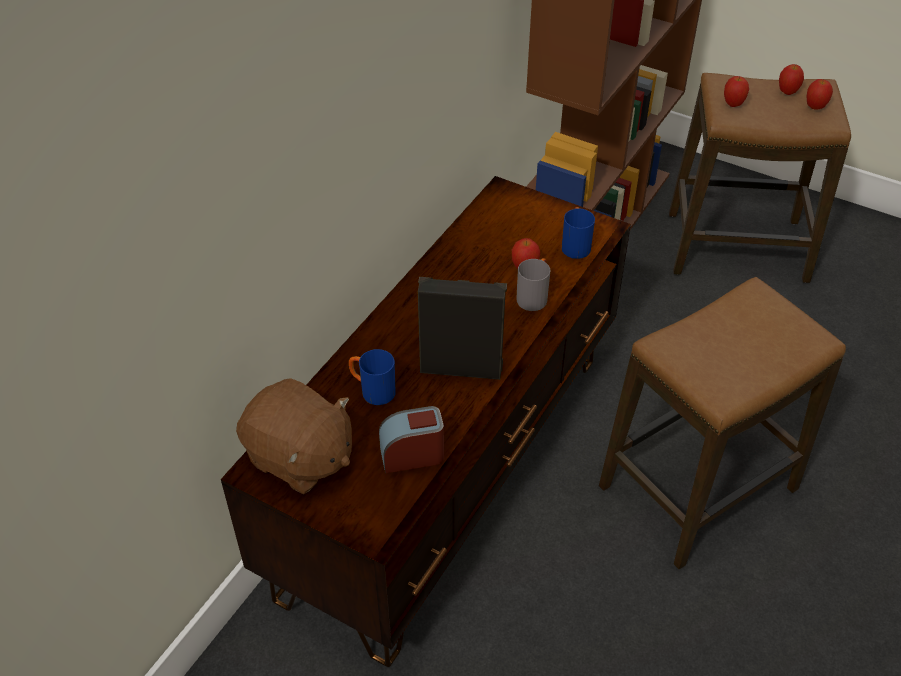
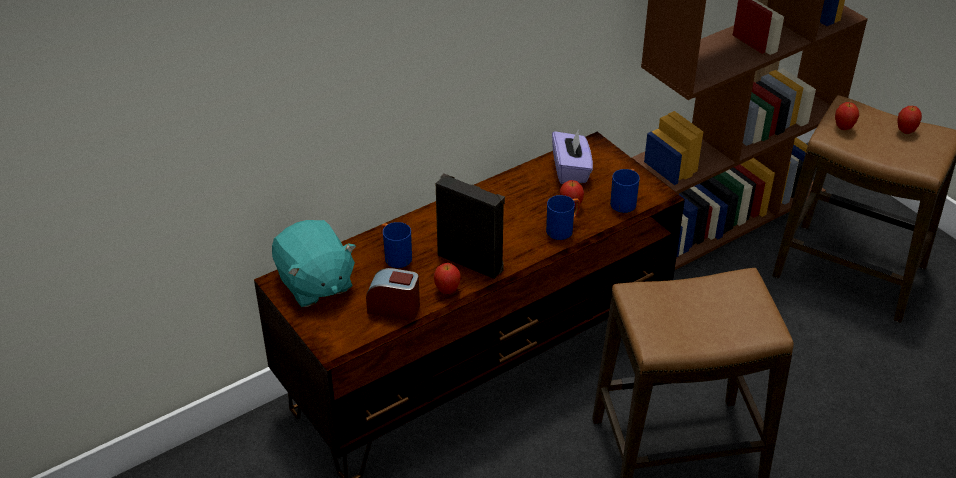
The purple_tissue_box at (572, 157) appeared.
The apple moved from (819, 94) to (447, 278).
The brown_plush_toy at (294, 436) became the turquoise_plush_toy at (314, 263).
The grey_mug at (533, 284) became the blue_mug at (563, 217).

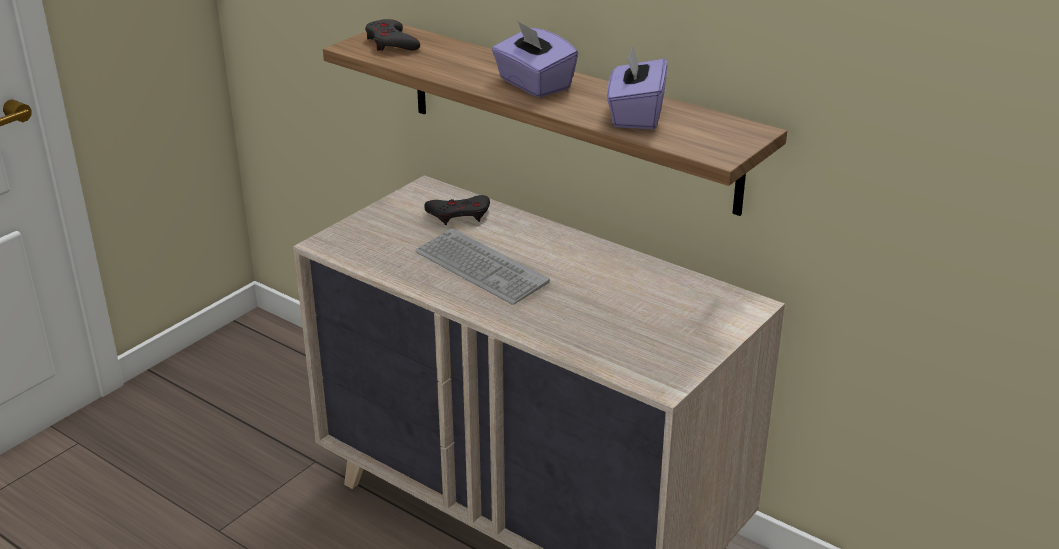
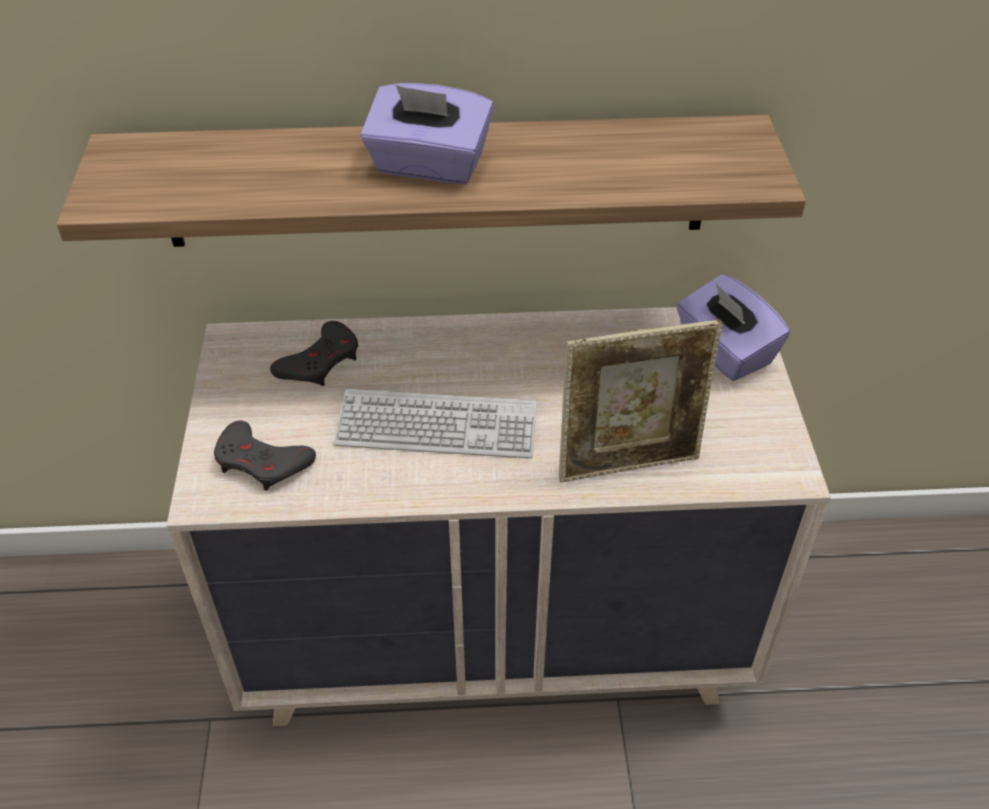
The picture_frame at (641, 401) appeared.
The grey_game_controller moved from (392, 35) to (265, 456).
The purple_tissue_box moved from (637, 88) to (733, 327).

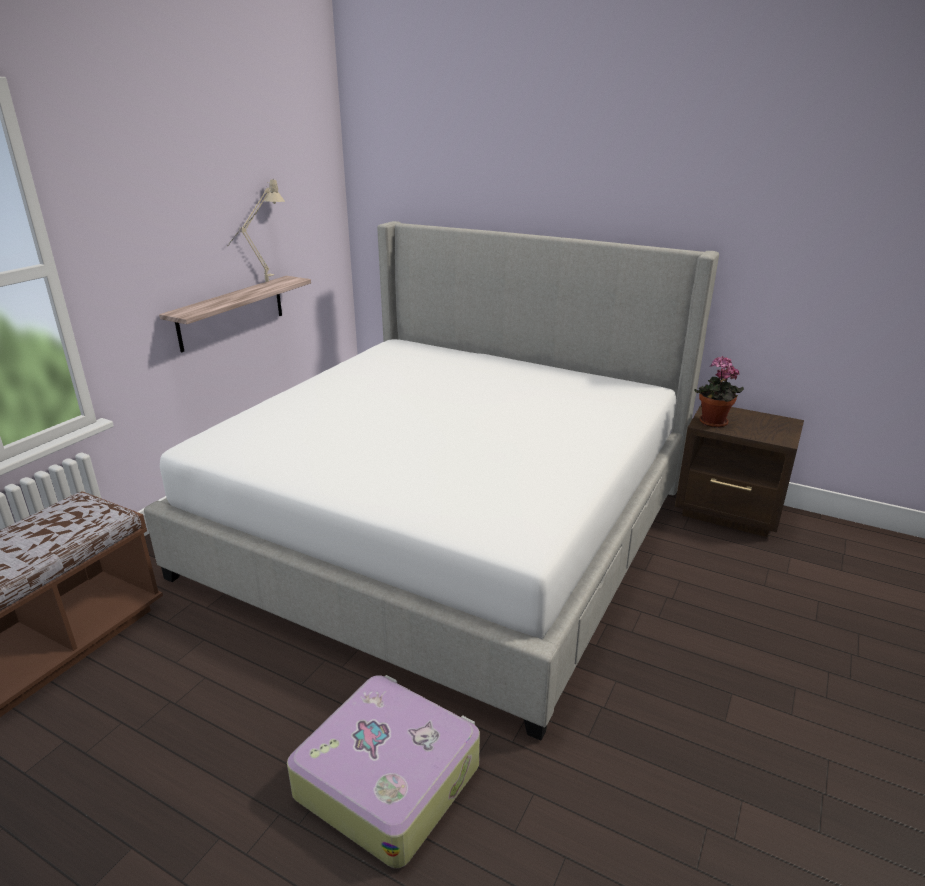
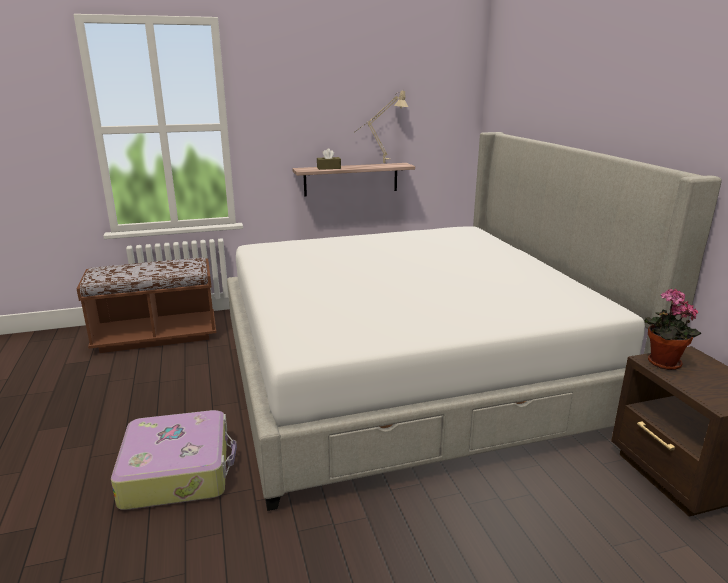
The brown_tissue_box at (329, 159) appeared.

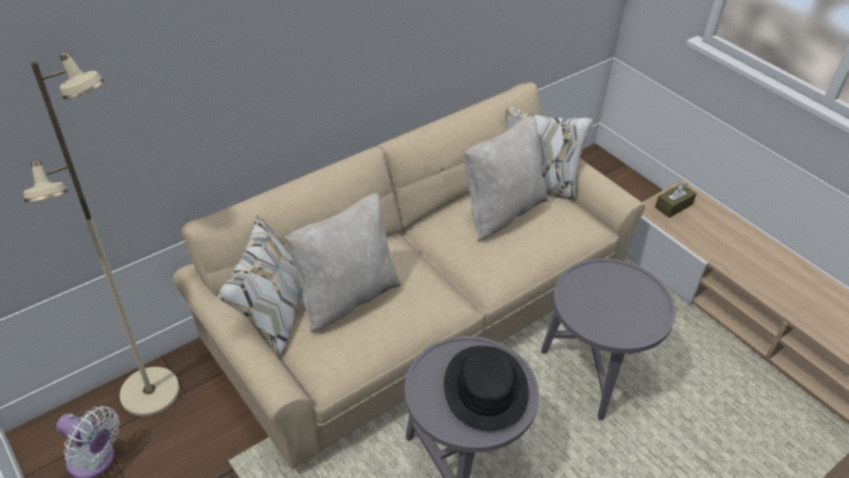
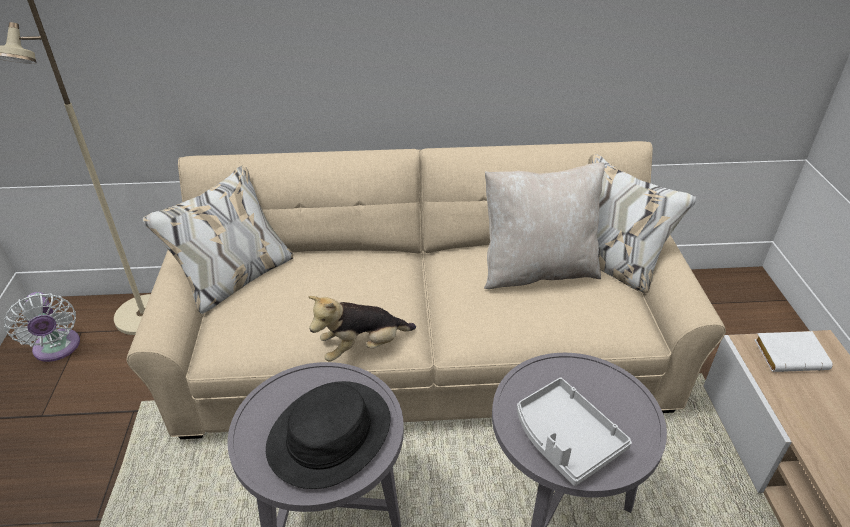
The beige_pillow at (343, 262) disappeared.
The plush_toy at (362, 329) appeared.
The grey_tray at (574, 432) appeared.
The brown_tissue_box at (676, 200) was replaced by the white_book at (793, 351).

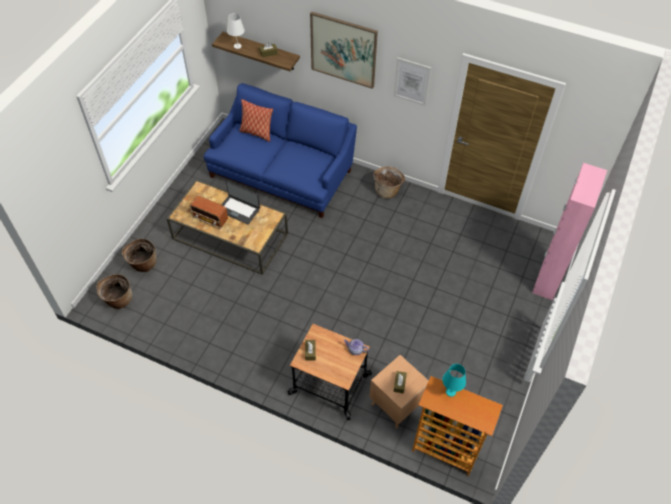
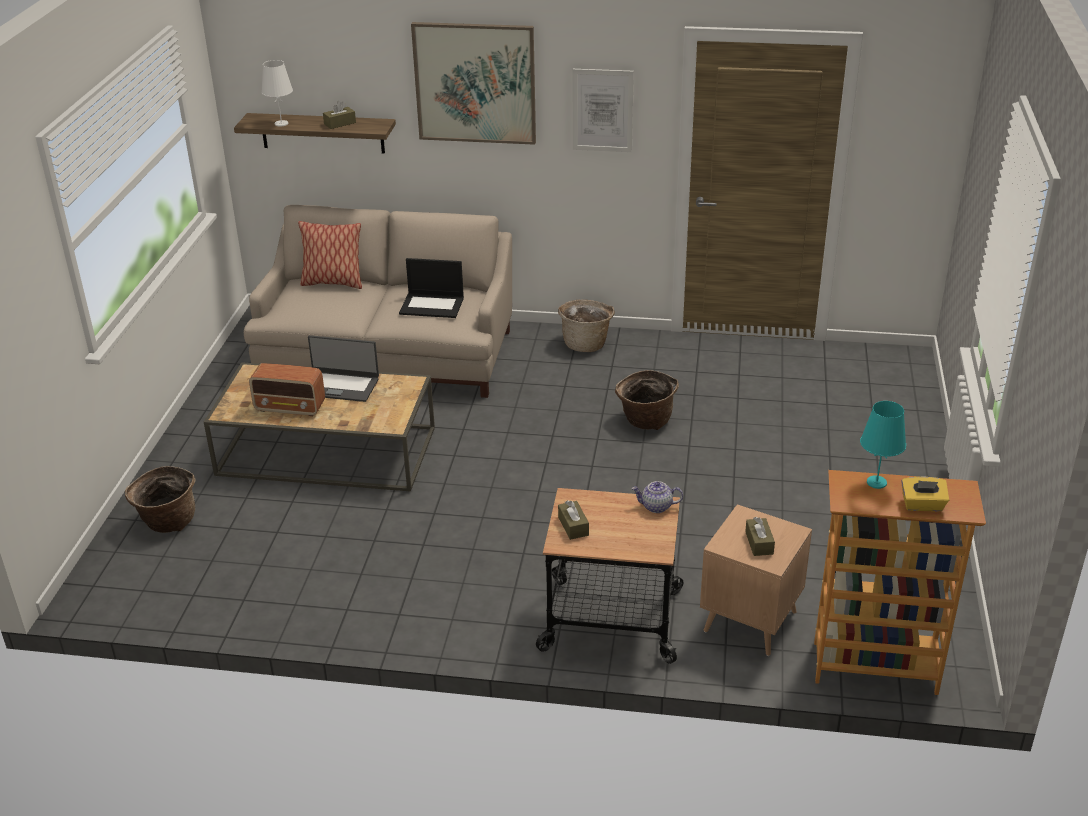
The pink_cabinet at (569, 231) disappeared.
The laptop at (431, 288) appeared.
The yellow_tissue_box at (925, 494) appeared.
The basket moved from (114, 291) to (647, 400).
The blue_sofa at (280, 150) became the beige_sofa at (378, 301).

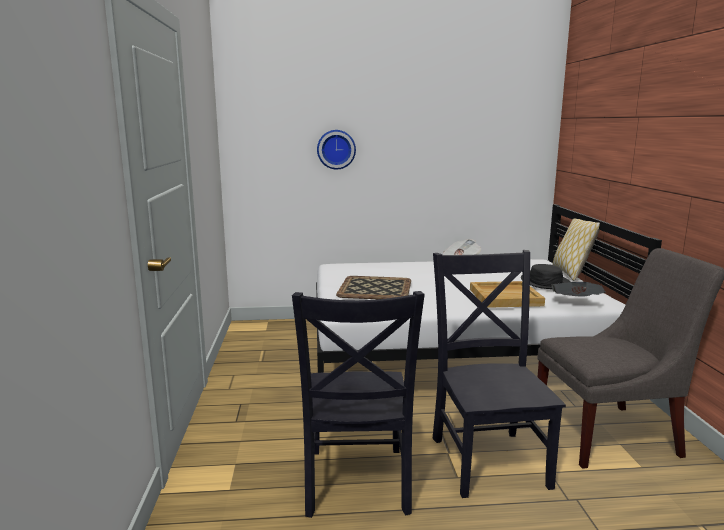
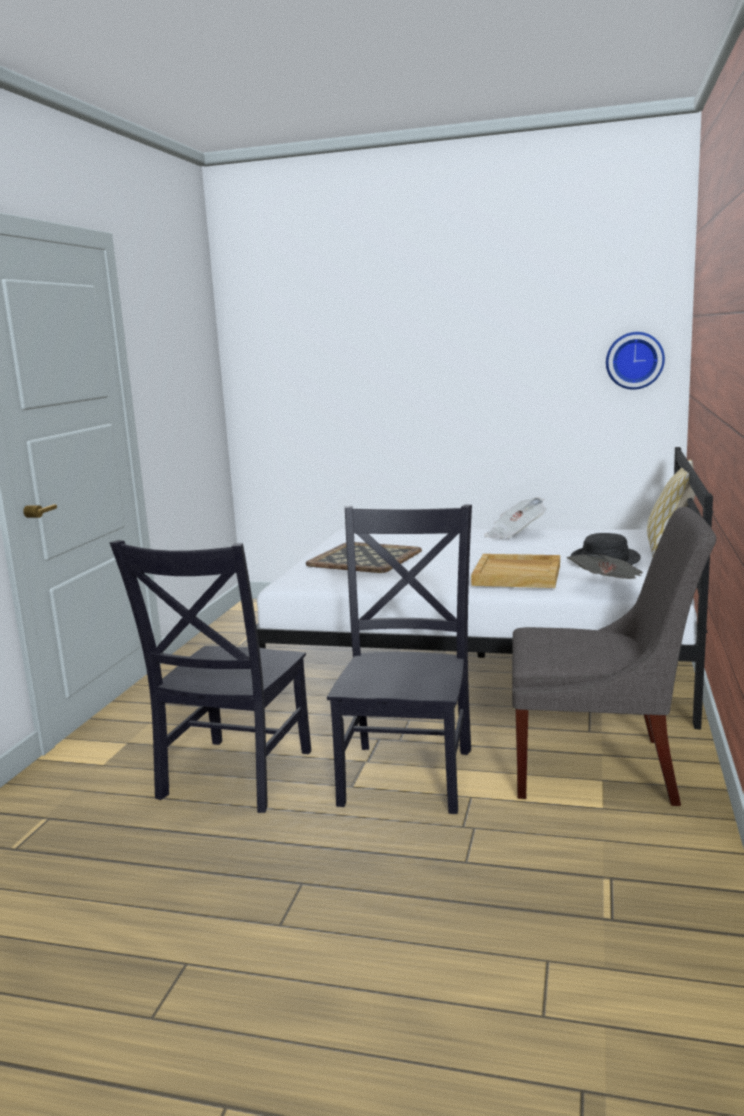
The wall_clock moved from (336, 150) to (635, 361).

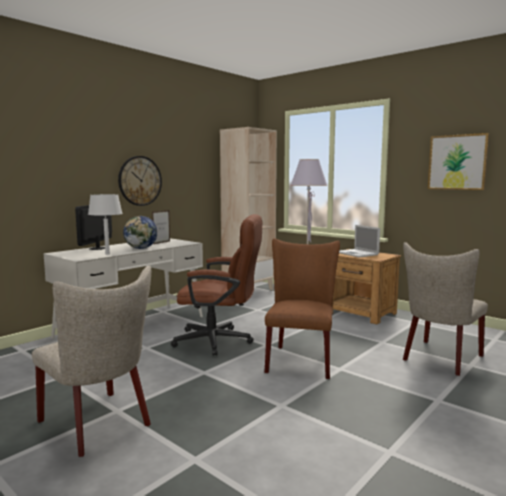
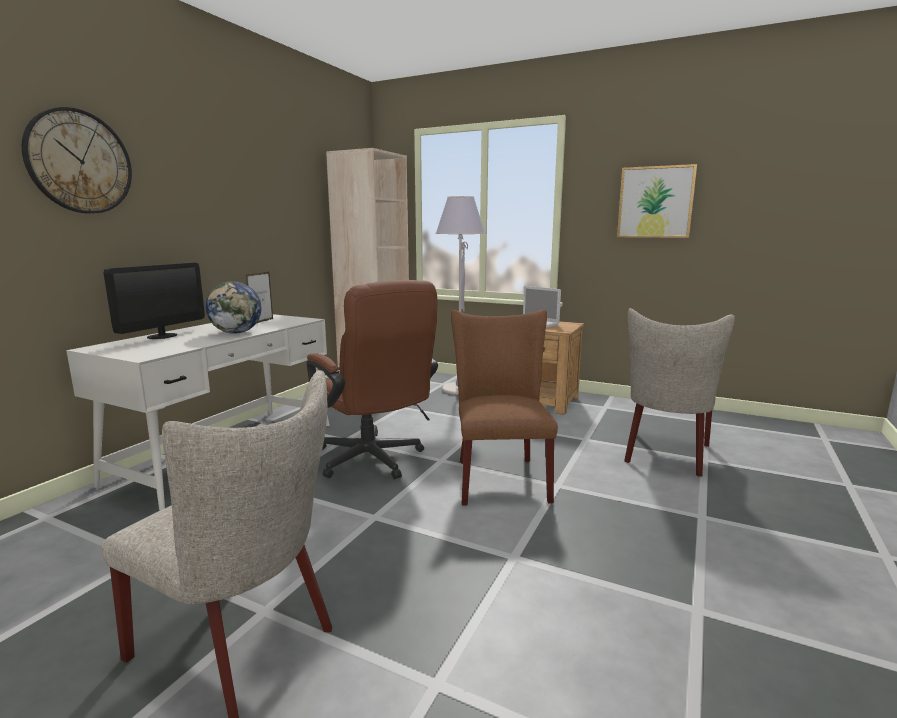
The grey_table_lamp at (105, 224) disappeared.
The wall_clock moved from (140, 181) to (77, 160).
The monitor at (93, 227) turned 150 degrees counterclockwise.
The brown_office_chair at (216, 285) turned 60 degrees clockwise.

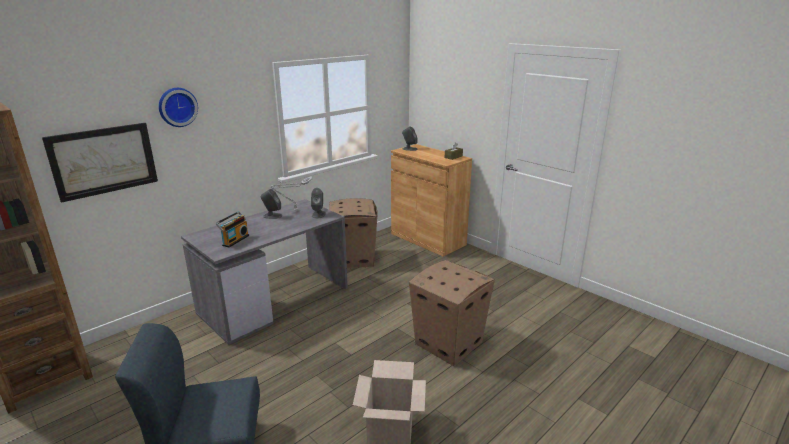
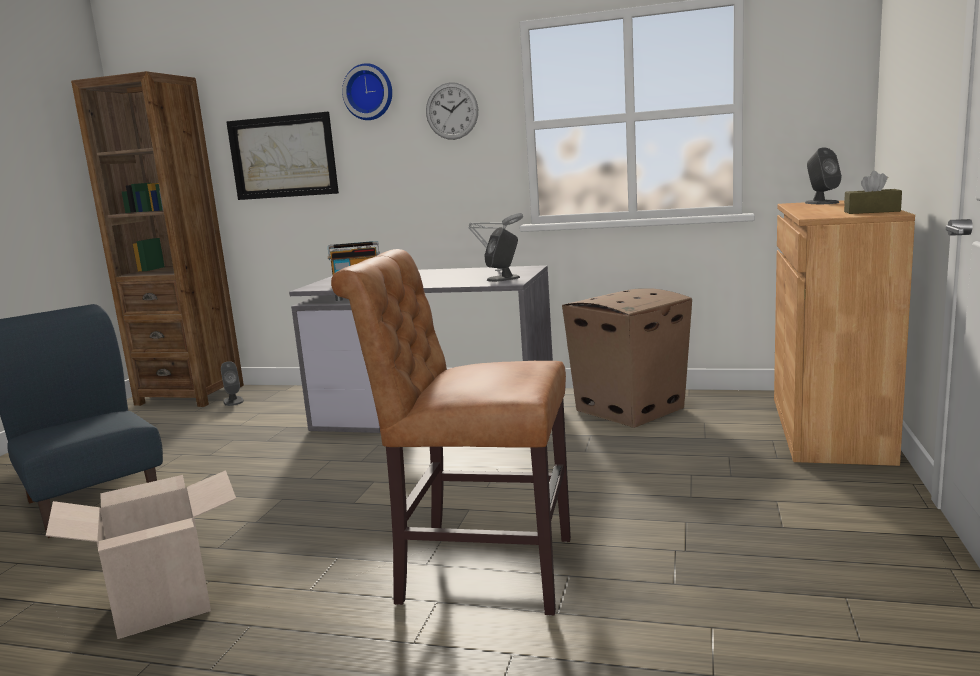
The wall_clock at (452, 111) appeared.
The grey_speaker moved from (271, 204) to (232, 383).
The cardboard_box at (452, 313) was replaced by the brown_chair at (451, 432).

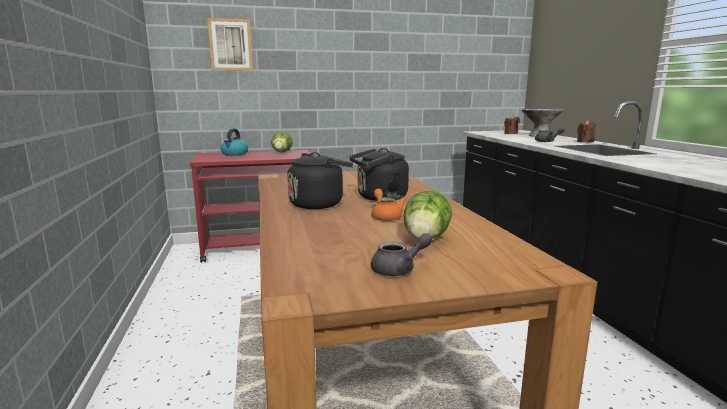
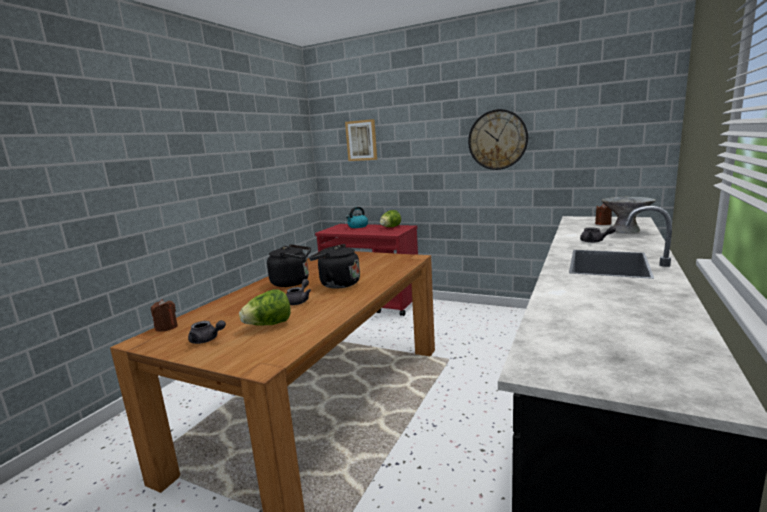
The wall_clock at (498, 139) appeared.
The brown_candle moved from (586, 131) to (164, 315).
The orange_teapot at (388, 205) became the grey_teapot at (298, 292).

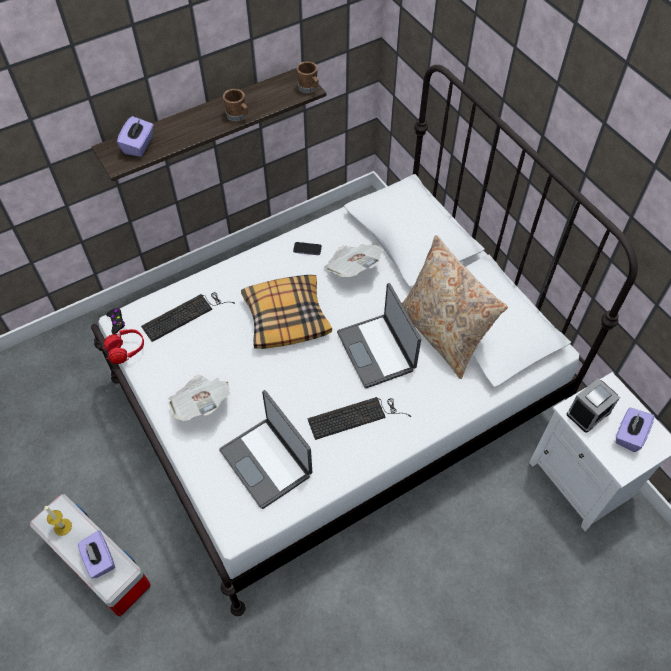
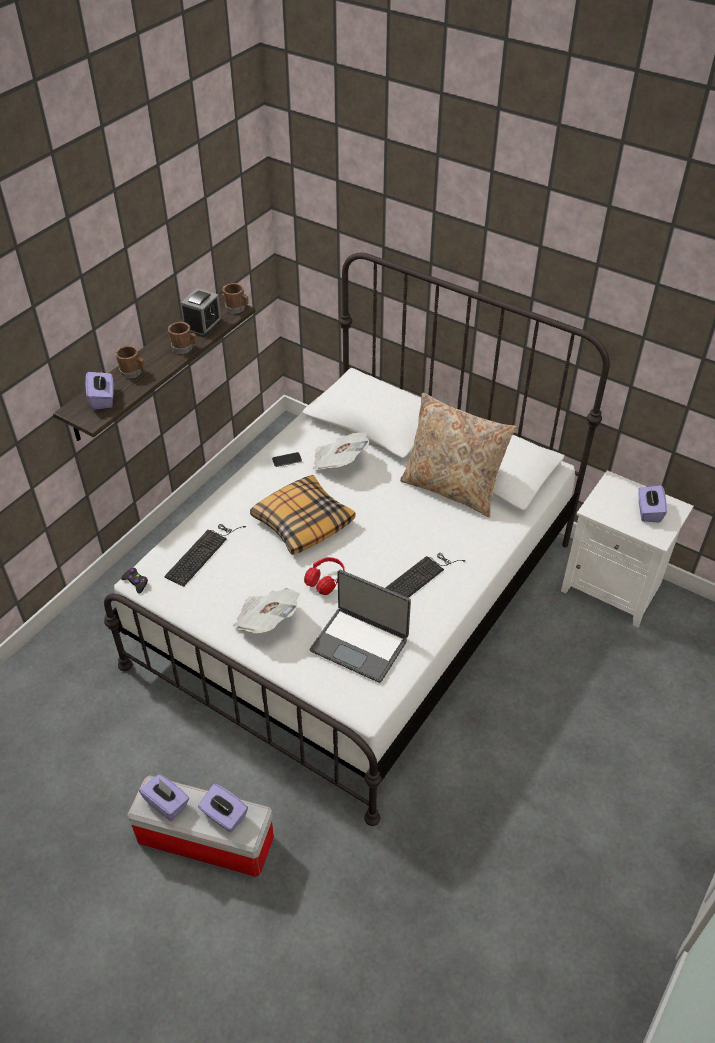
The laptop at (379, 335) disappeared.
The brown_mug at (130, 361) appeared.
The red_headphones moved from (123, 346) to (324, 576).
The alarm_clock moved from (593, 405) to (201, 312).
The candle at (58, 521) was replaced by the purple_tissue_box at (164, 797).

